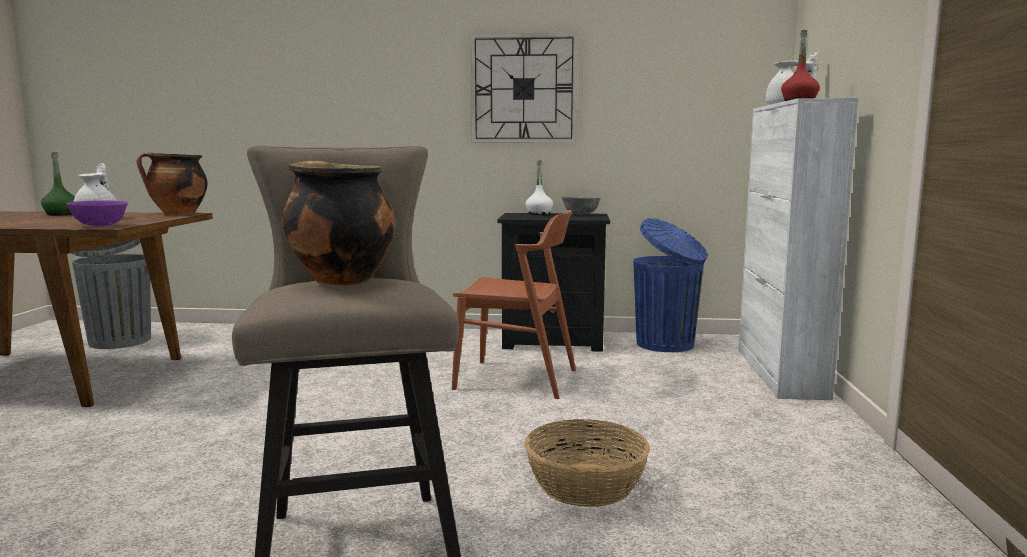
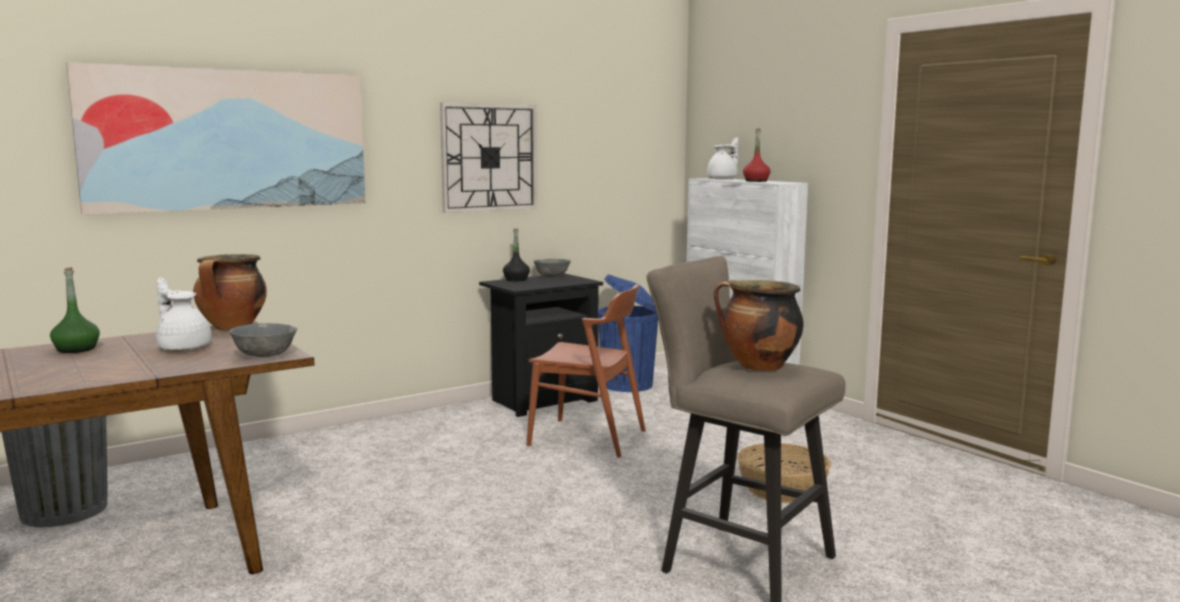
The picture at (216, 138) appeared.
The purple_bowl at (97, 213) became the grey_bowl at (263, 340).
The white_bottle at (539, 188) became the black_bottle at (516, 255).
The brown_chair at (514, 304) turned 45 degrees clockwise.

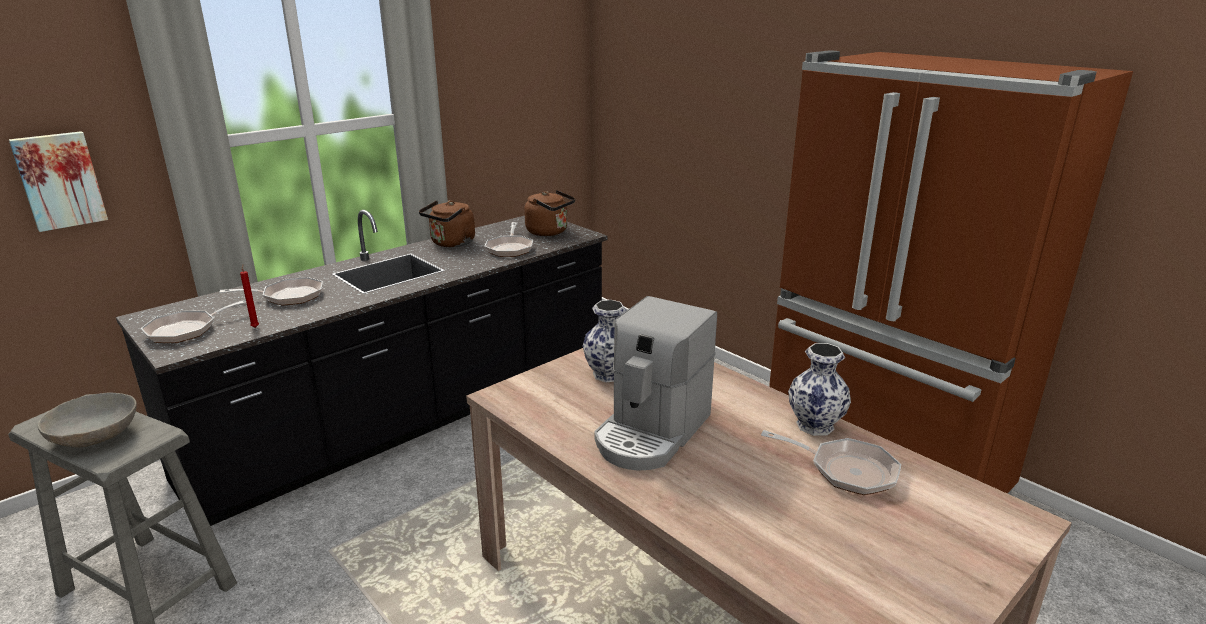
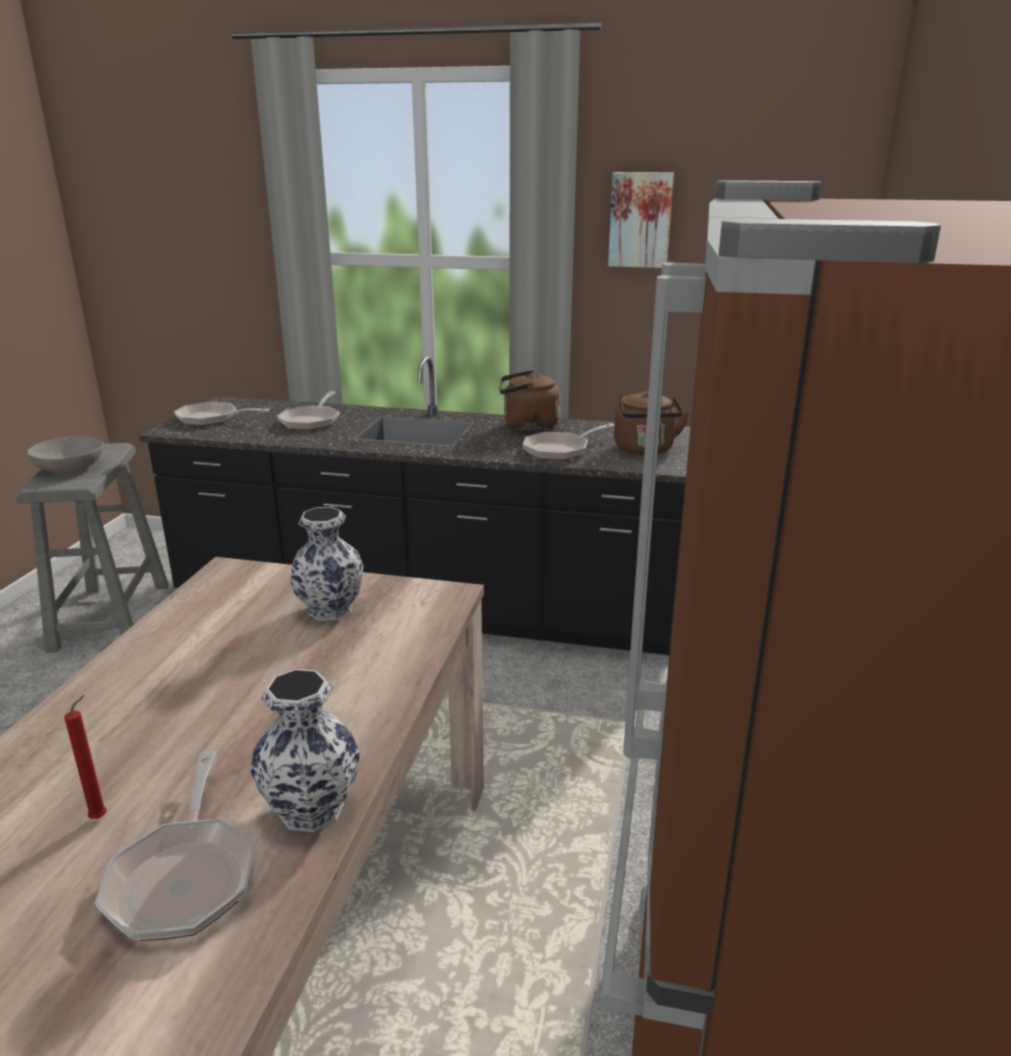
The coffee_machine at (655, 383) disappeared.
The picture moved from (58, 181) to (641, 220).
The red_candle moved from (249, 296) to (85, 757).
The frying_pan at (271, 291) turned 60 degrees clockwise.

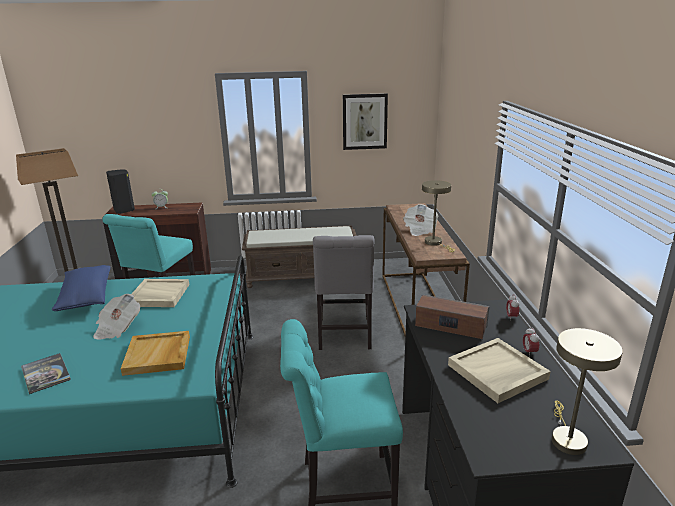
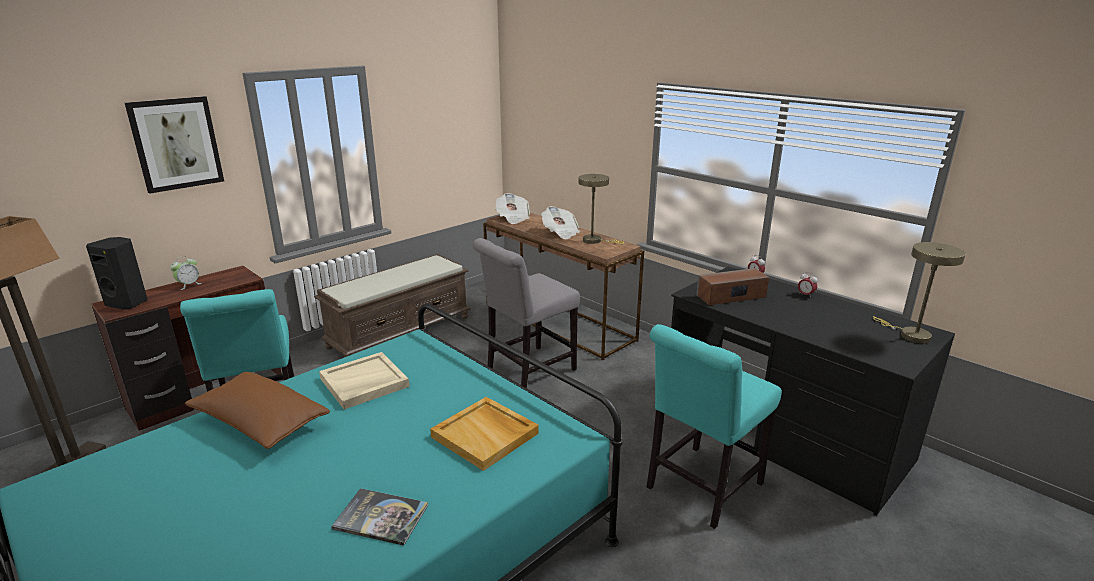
The beige_tray at (499, 370) disappeared.
The newspaper moved from (116, 317) to (512, 208).
The picture moved from (365, 121) to (174, 145).
The blue_pillow at (81, 288) became the brown_pillow at (257, 410).
The grey_chair at (344, 292) turned 90 degrees clockwise.

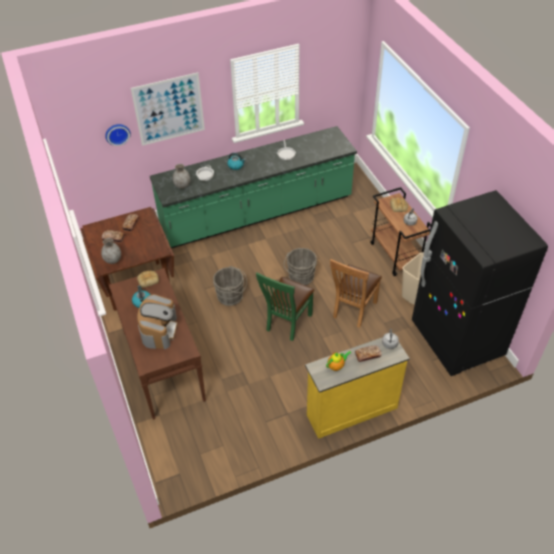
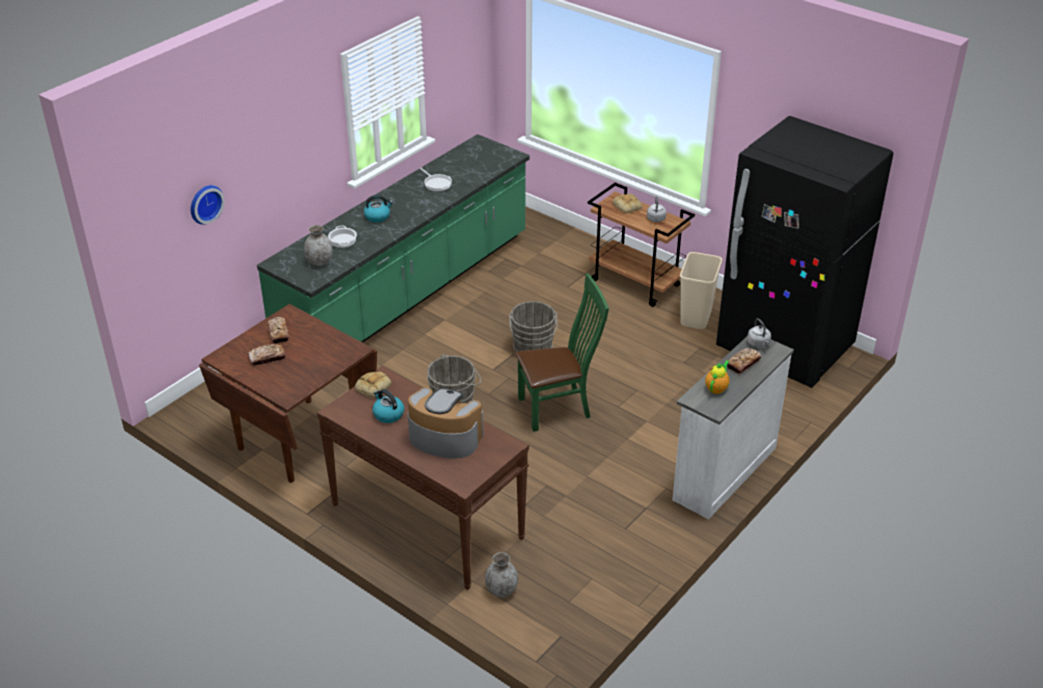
The picture at (168, 109) disappeared.
The brown_chair at (356, 293) disappeared.
The grey_vase moved from (111, 251) to (501, 574).
The yellow_dresser at (357, 388) became the white_dresser at (733, 427).
The coffee_machine at (157, 321) turned 45 degrees counterclockwise.
The green_chair at (285, 307) turned 105 degrees counterclockwise.

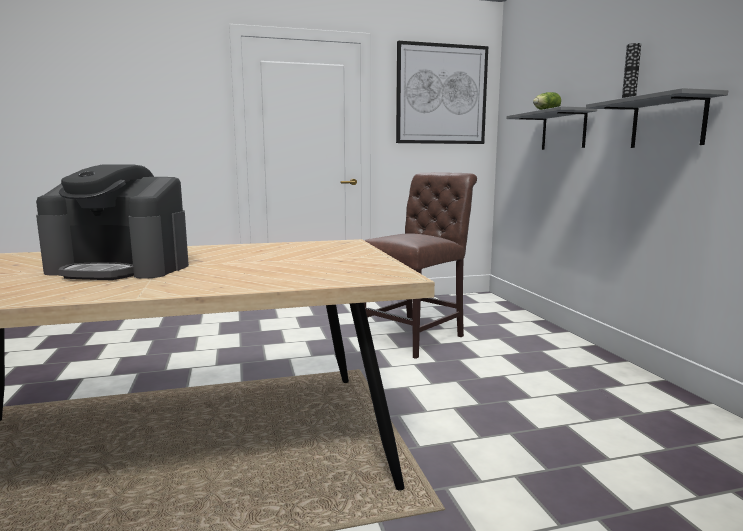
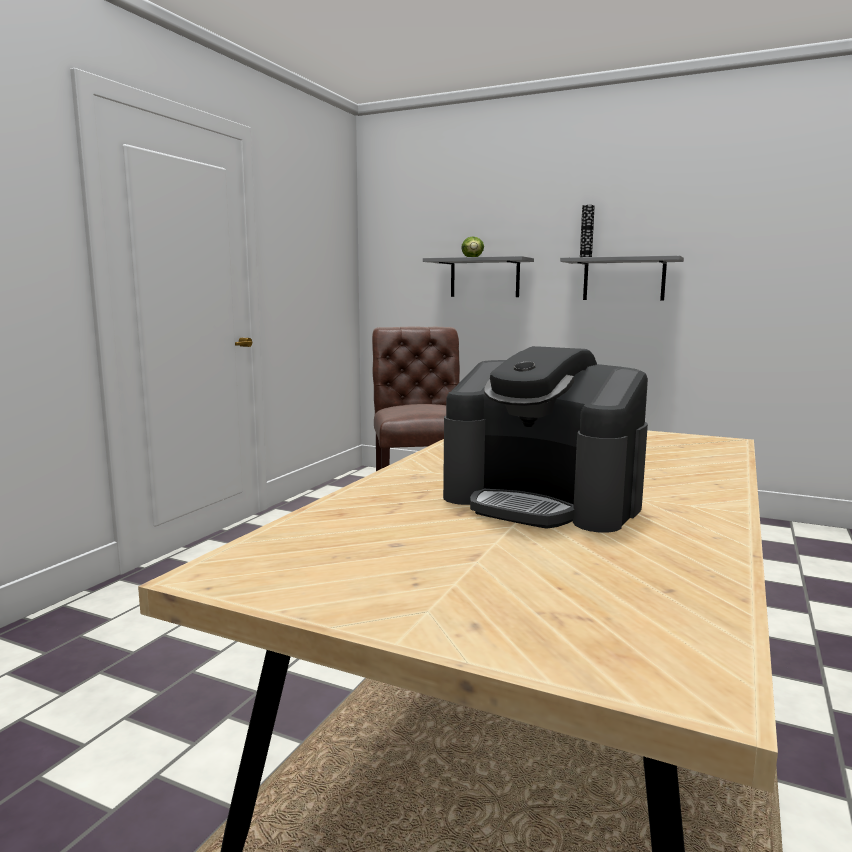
The picture at (442, 92) disappeared.
The coffee_machine at (112, 222) turned 75 degrees clockwise.

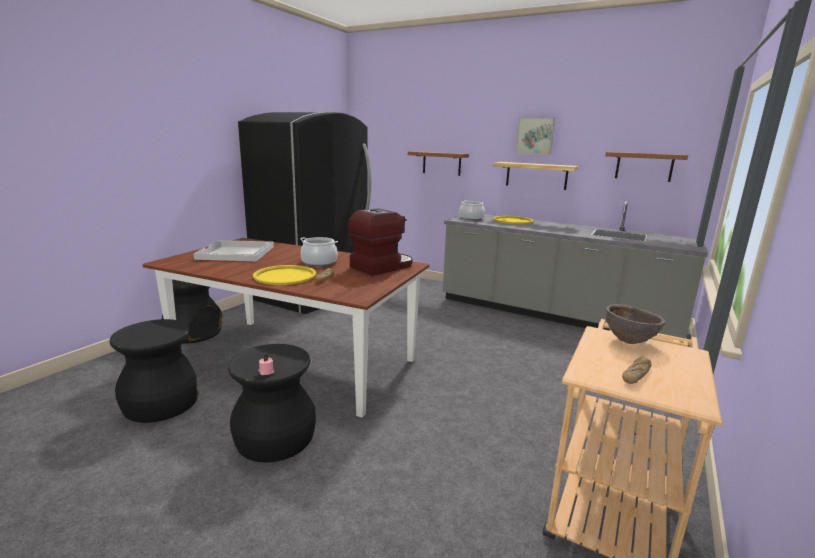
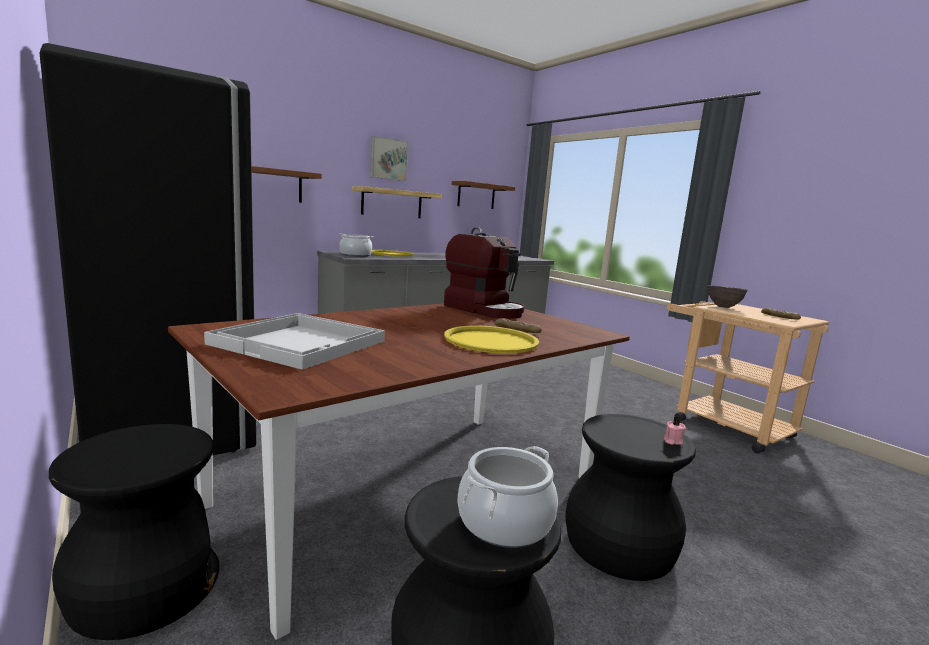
The cooking_pot moved from (319, 251) to (508, 497).
The coffee_machine at (380, 242) turned 150 degrees clockwise.

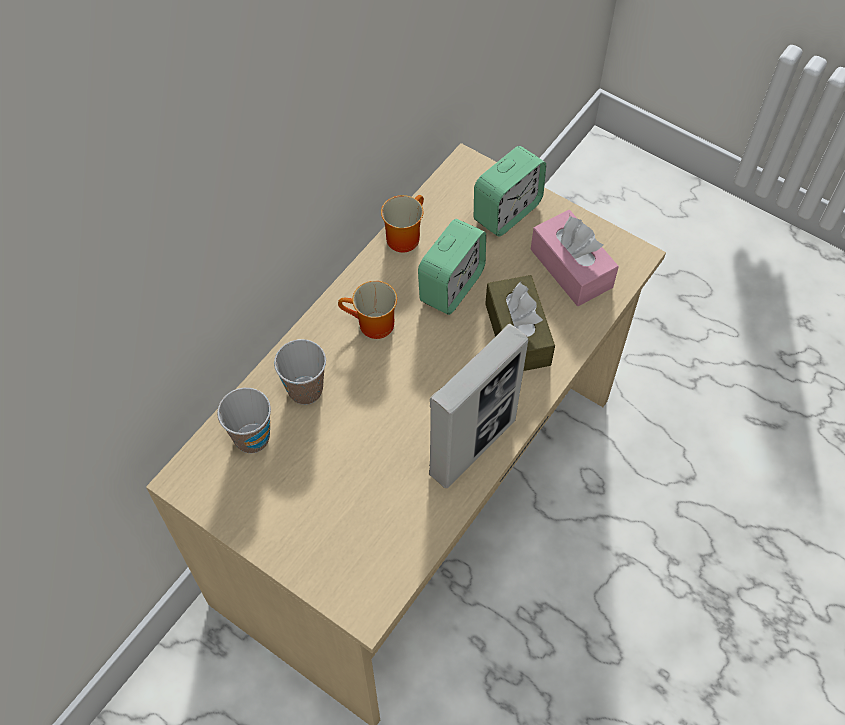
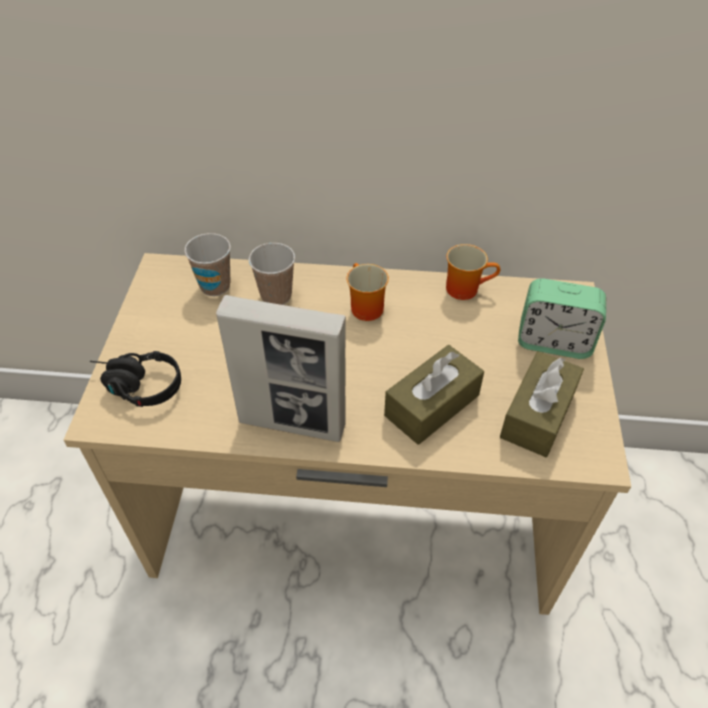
The alarm_clock at (452, 267) disappeared.
The black_headphones at (135, 379) appeared.
The pink_tissue_box at (575, 258) became the brown_tissue_box at (542, 404).

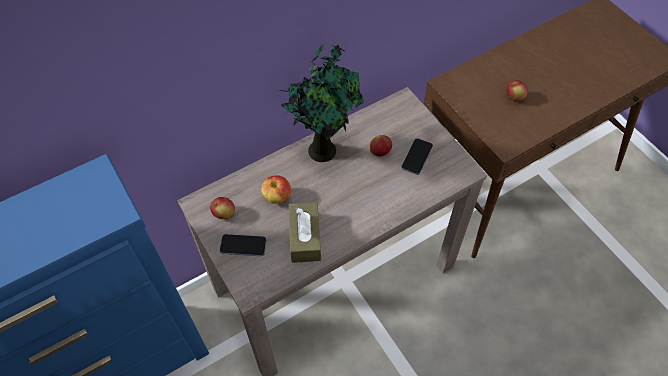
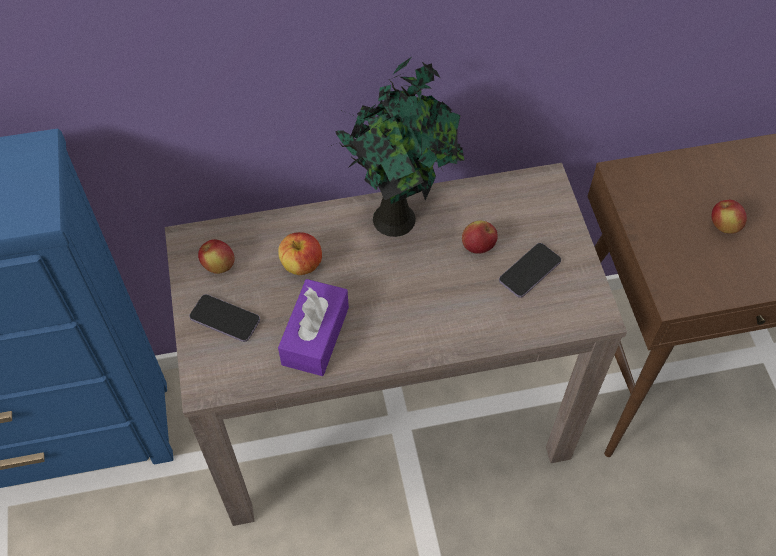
The brown_tissue_box at (305, 232) became the purple_tissue_box at (313, 327).

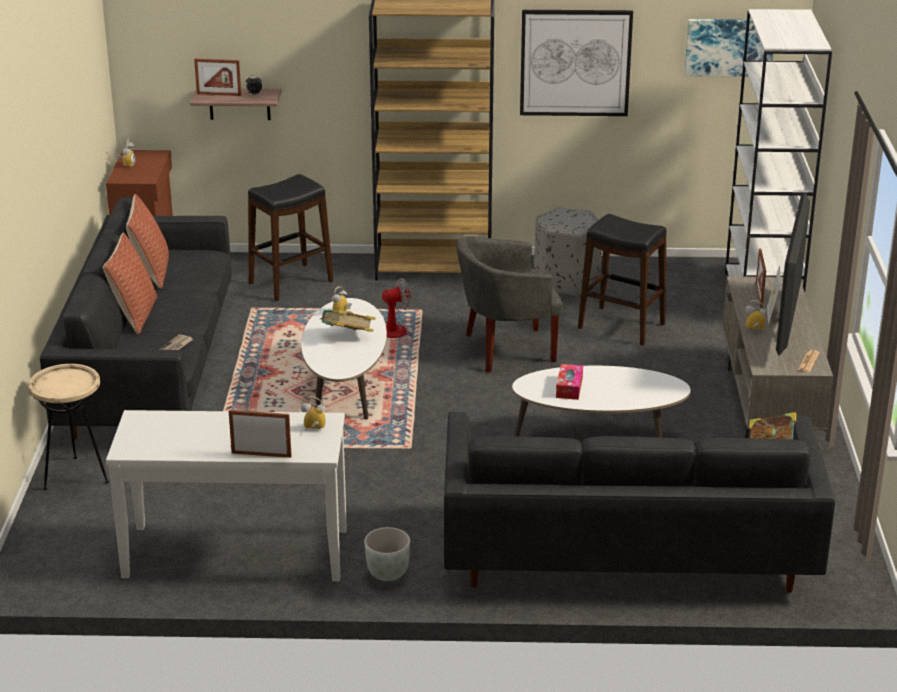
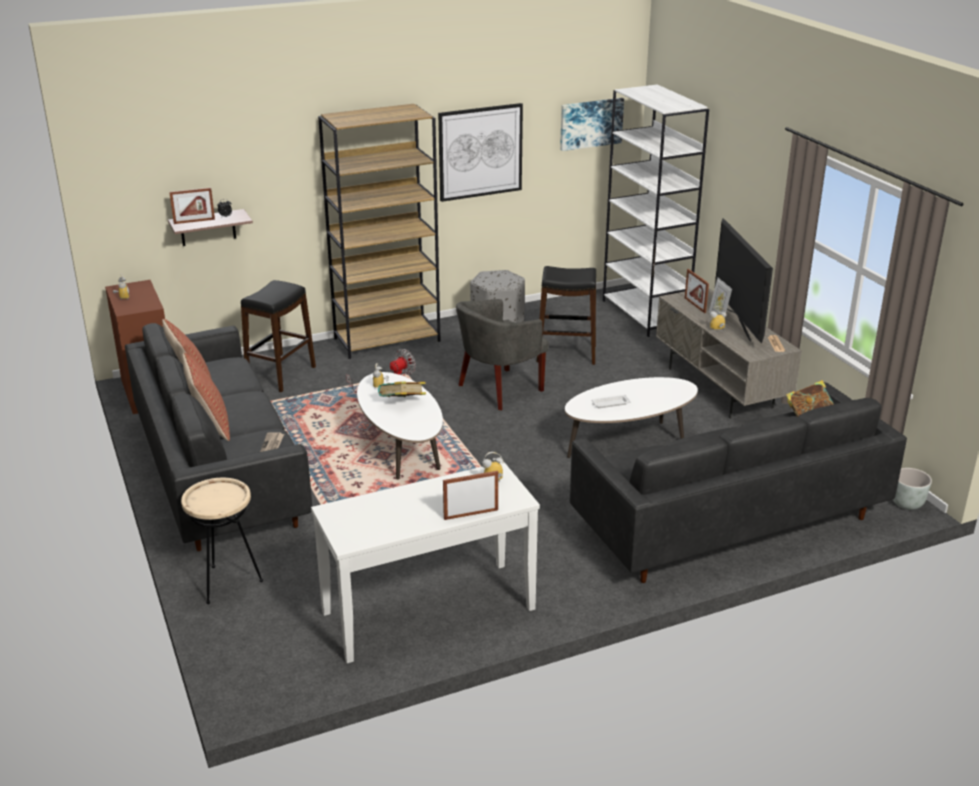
The grey_planter moved from (387, 554) to (912, 489).
The tissue_box at (569, 382) was replaced by the white_tray at (611, 401).

